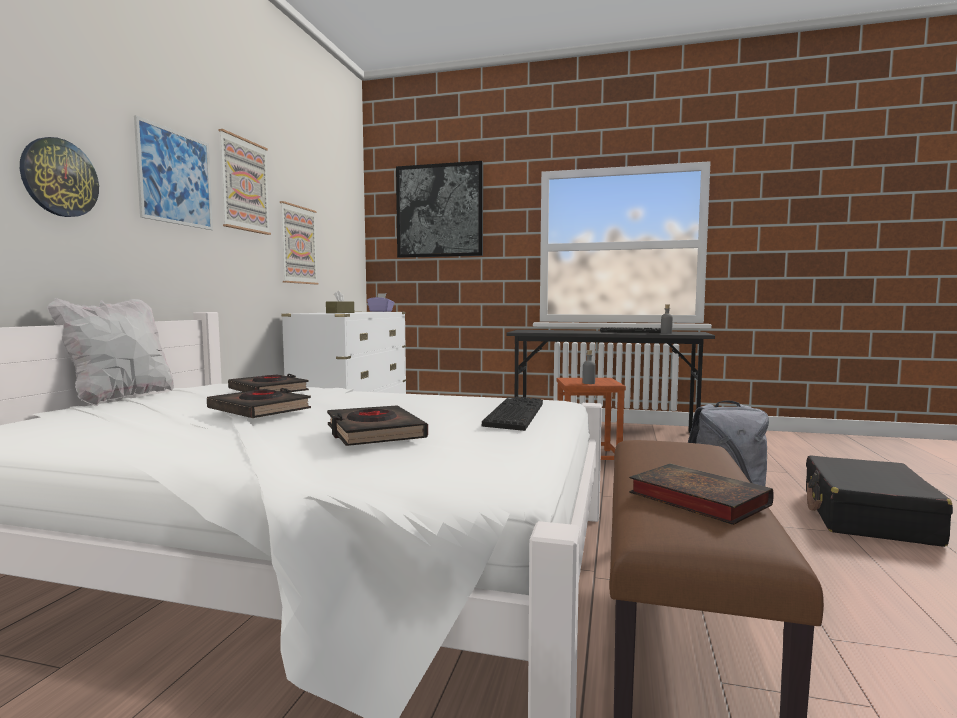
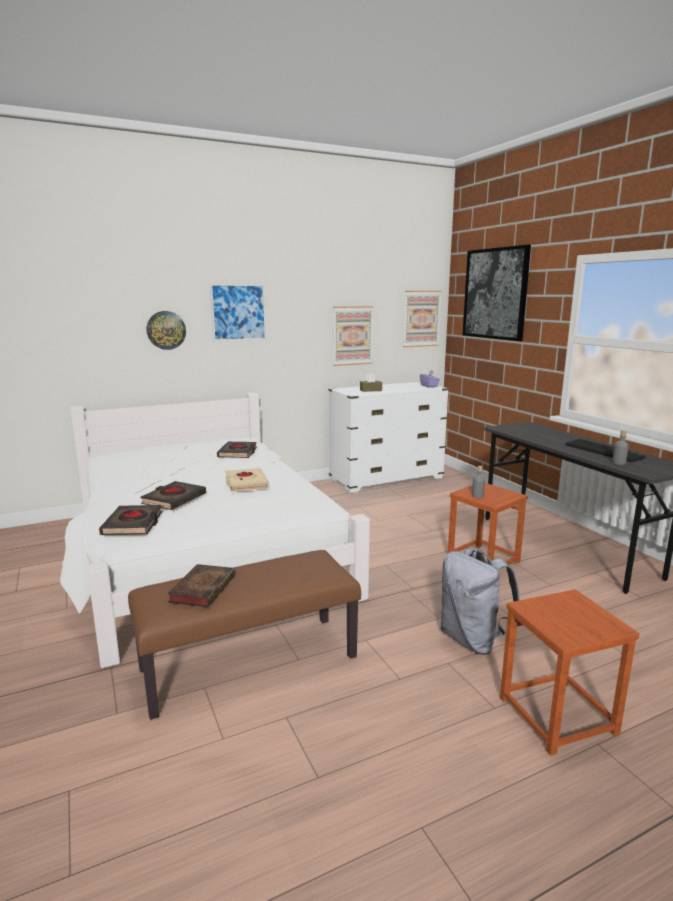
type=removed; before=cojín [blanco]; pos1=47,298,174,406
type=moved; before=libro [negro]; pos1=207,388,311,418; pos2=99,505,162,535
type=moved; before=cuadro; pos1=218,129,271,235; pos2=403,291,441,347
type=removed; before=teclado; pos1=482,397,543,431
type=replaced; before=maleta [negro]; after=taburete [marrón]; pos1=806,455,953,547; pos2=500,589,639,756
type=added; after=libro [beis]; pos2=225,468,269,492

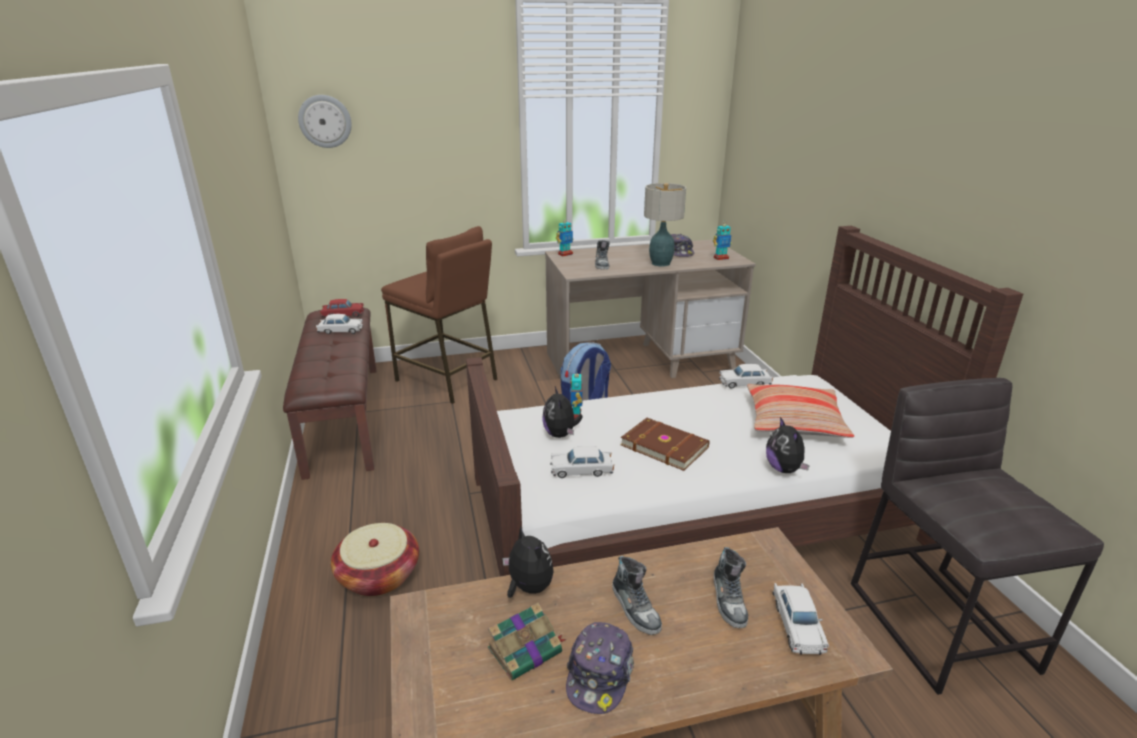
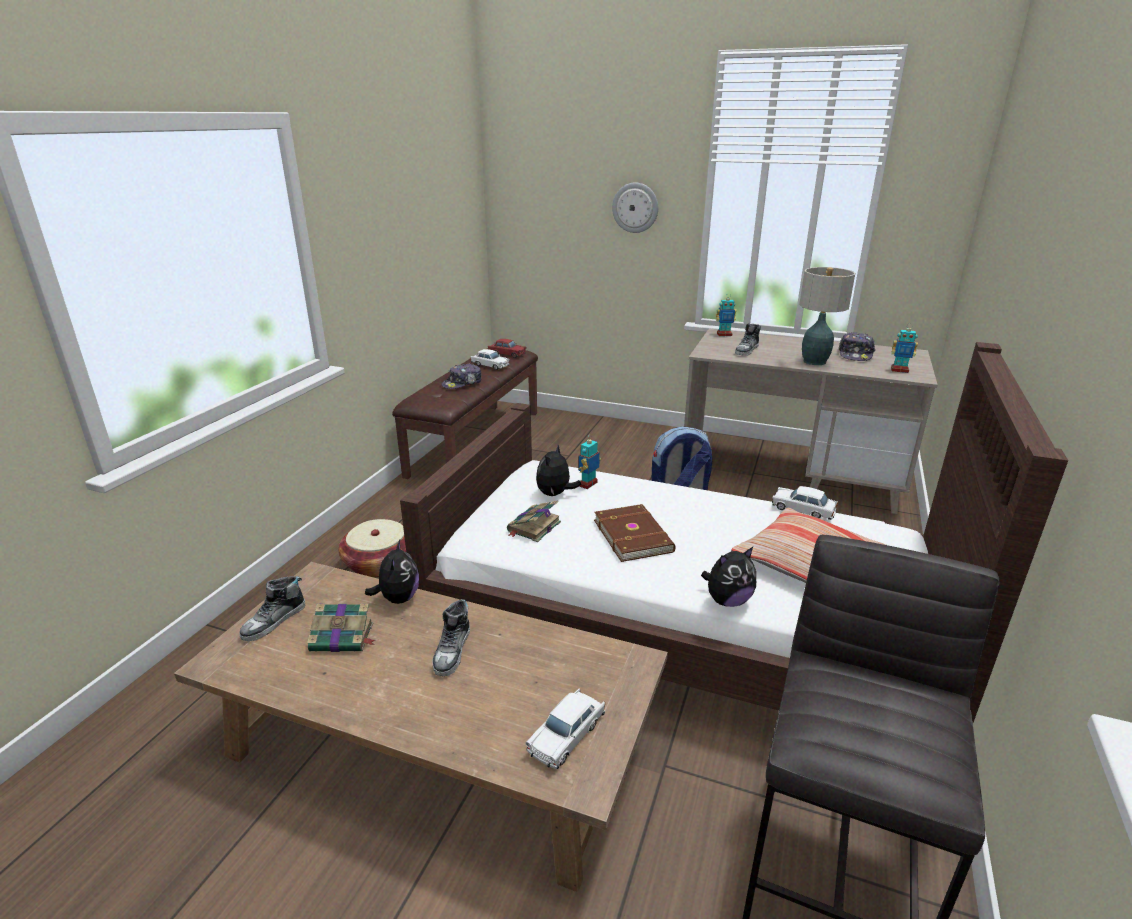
type=moved; before=reloj de pared; pos1=298,95,352,148; pos2=612,183,658,233
type=removed; before=taburete [marrón]; pos1=381,226,498,404
type=replaced; before=coche de juguete [blanco]; after=libro; pos1=551,446,614,478; pos2=507,500,561,542
type=moved; before=gorra; pos1=566,622,634,714; pos2=441,363,482,389
type=moved; before=zapato; pos1=714,547,748,628; pos2=239,576,305,641
type=turned; before=peluche; pos1=766,417,810,473; pos2=701,547,756,607; turn=-135

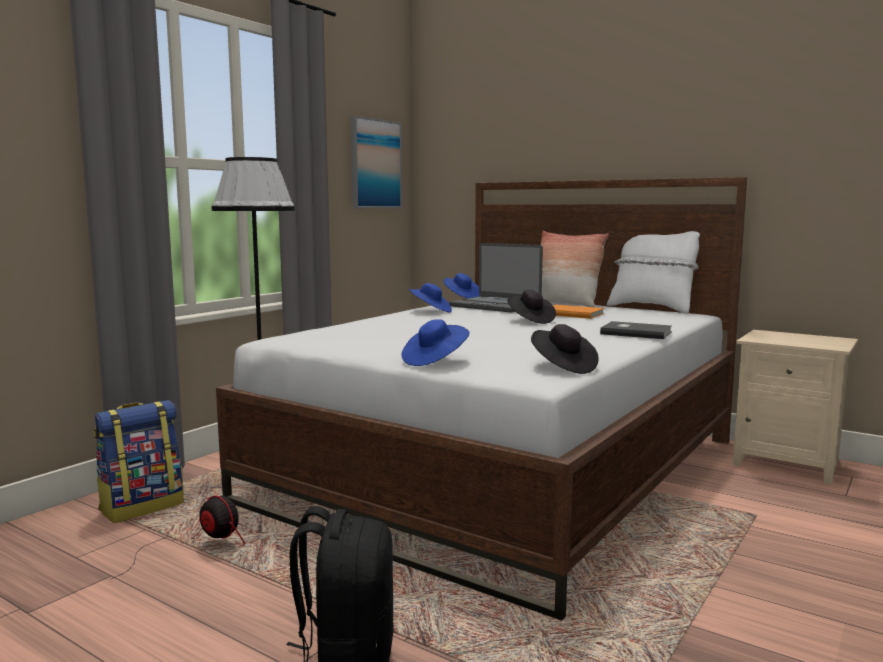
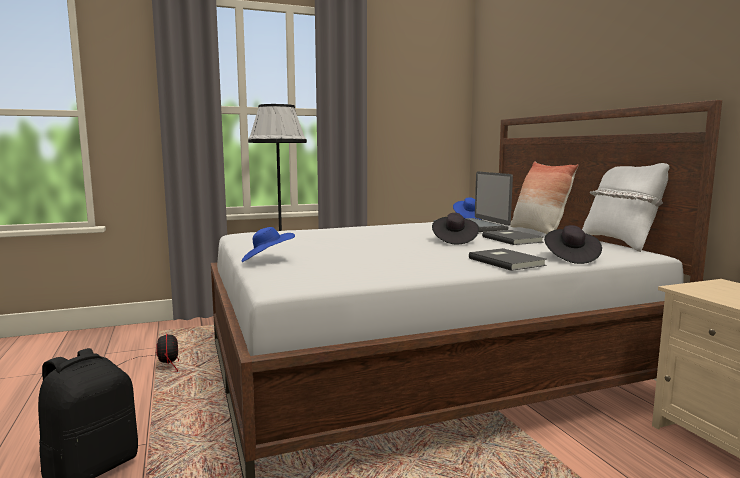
type=removed; before=mochila; pos1=94,400,184,523
type=removed; before=cuadro; pos1=351,116,402,208
type=removed; before=sombrero [azul]; pos1=409,283,452,313
type=moved; before=sombrero [negro]; pos1=531,324,599,374; pos2=544,225,602,264
type=recoloured; before=libro [naranja]; after=libro [gris]; pos1=553,305,604,319; pos2=482,230,544,245

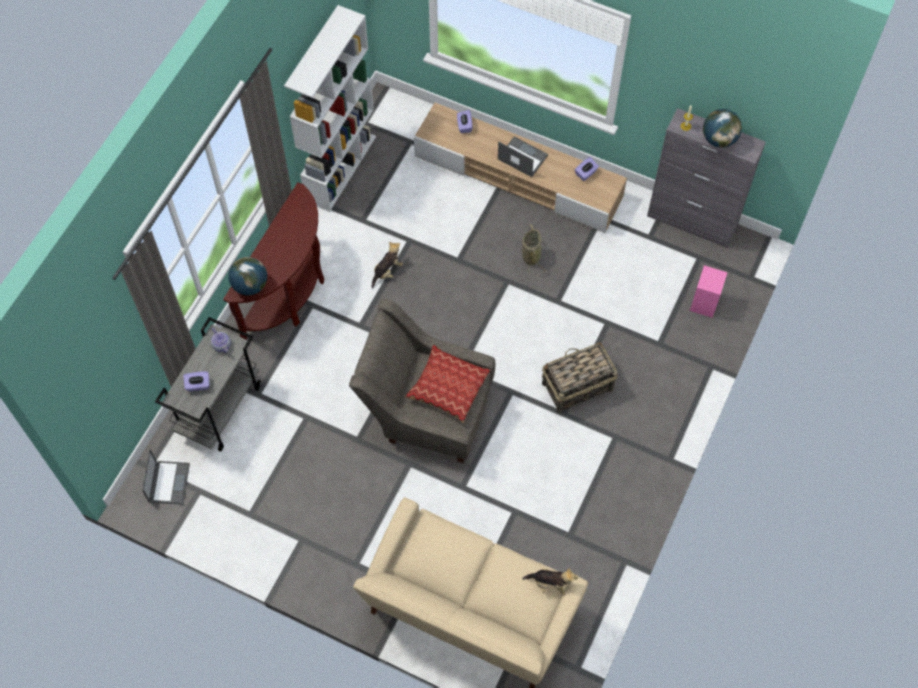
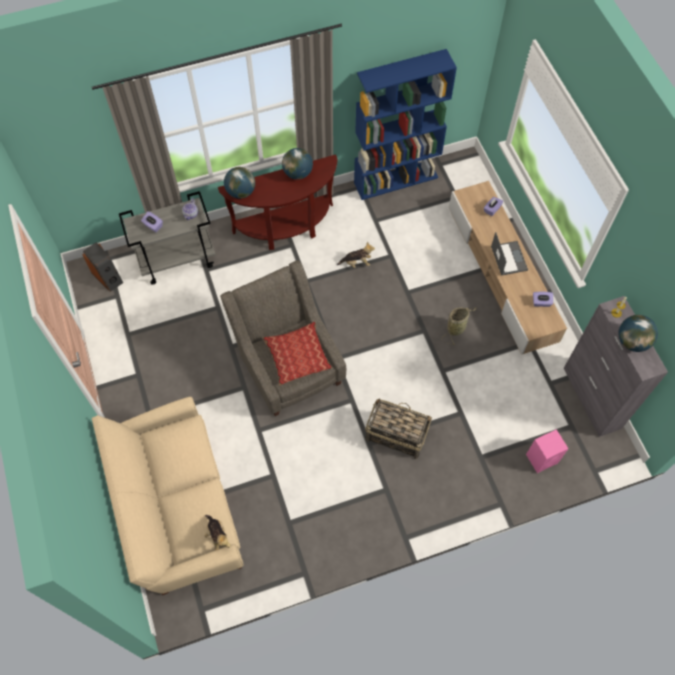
type=replaced; before=portátil; after=altavoz; pos1=142,449,190,505; pos2=83,242,123,292
type=recoloured; before=estantería [blanco]; after=estantería [azul]; pos1=284,5,376,212; pos2=354,49,457,200
type=added; after=globo terráqueo; pos2=282,148,313,180

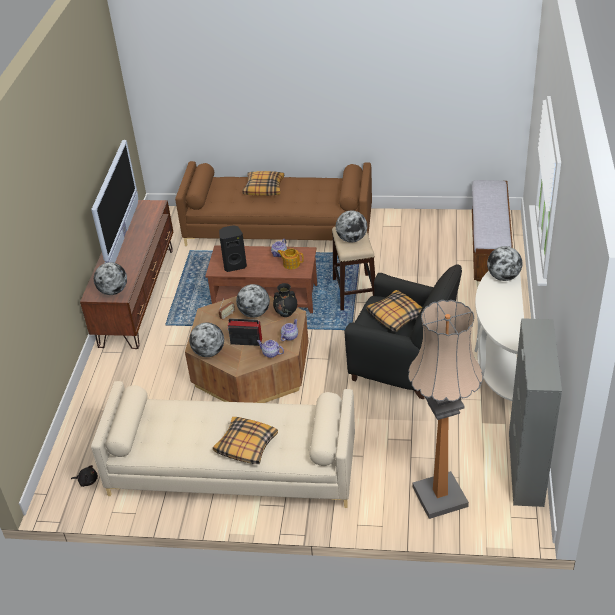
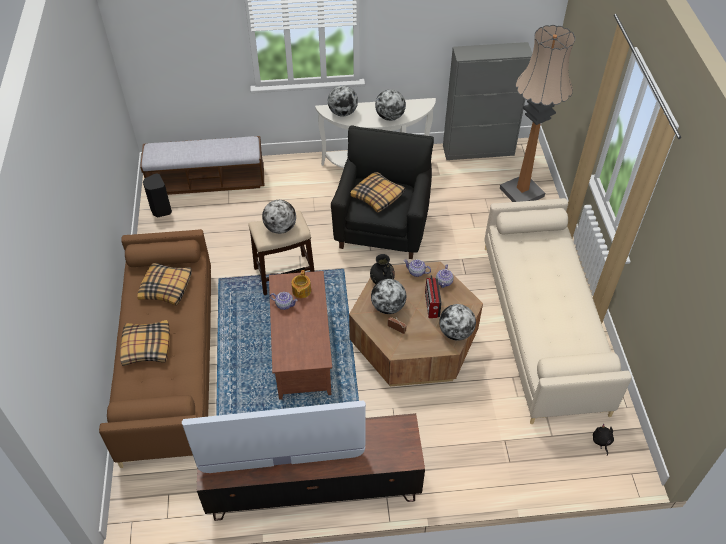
type=moved; before=globo terráqueo; pos1=94,262,127,295; pos2=375,89,406,121
type=moved; before=cojín; pos1=213,417,278,464; pos2=137,263,192,306
type=moved; before=altavoz [negro]; pos1=219,225,247,272; pos2=143,173,172,217

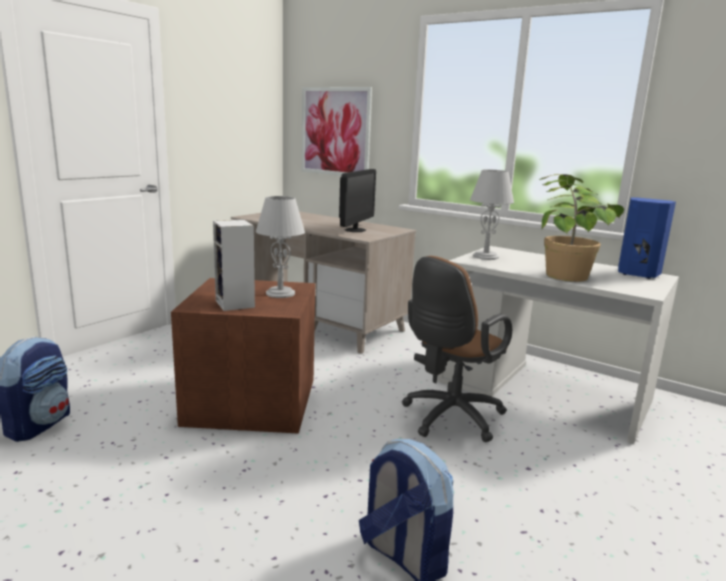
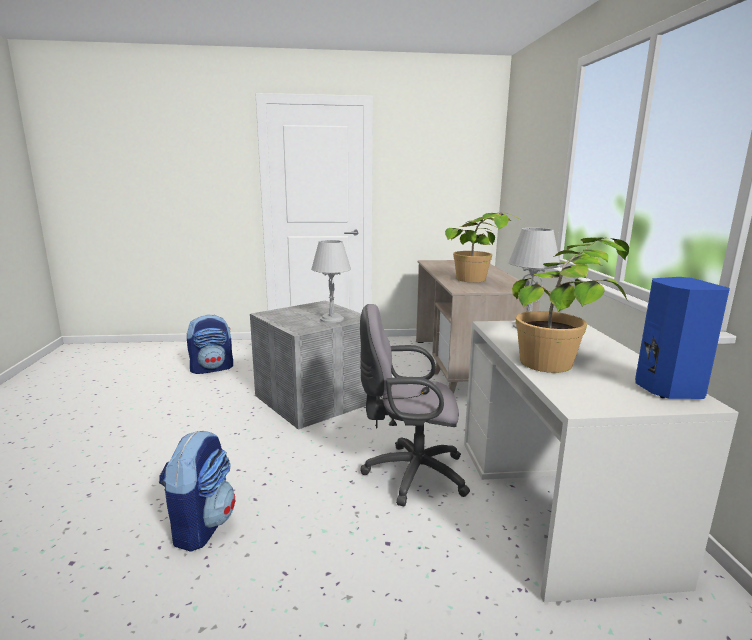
type=recoloured; before=caja de almacenaje [marrón]; after=caja de almacenaje [gris]; pos1=171,278,315,434; pos2=250,301,367,430
type=removed; before=altavoz; pos1=213,220,255,311
type=removed; before=cuadro; pos1=301,87,372,176
type=replaced; before=monitor; after=planta en maceta; pos1=339,169,376,232; pos2=445,213,520,283
type=recoloured; before=silla de oficina [marrón]; after=silla de oficina [gris]; pos1=402,256,512,442; pos2=360,304,470,506

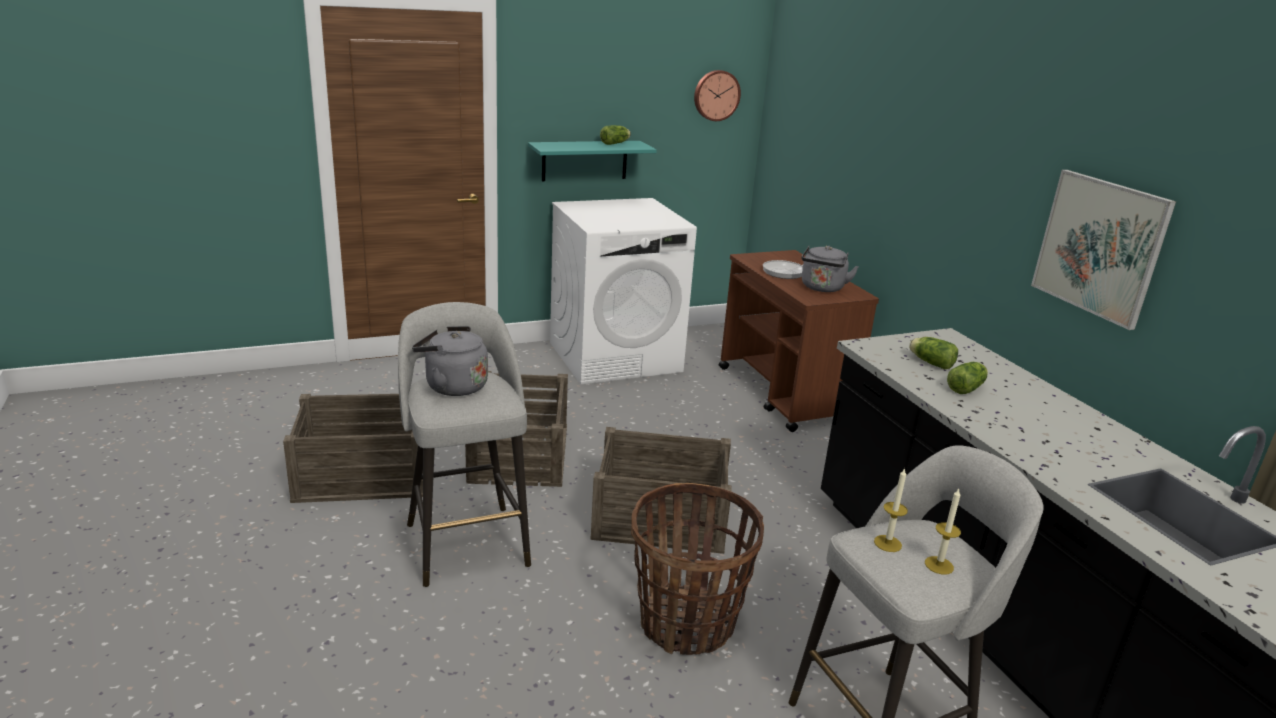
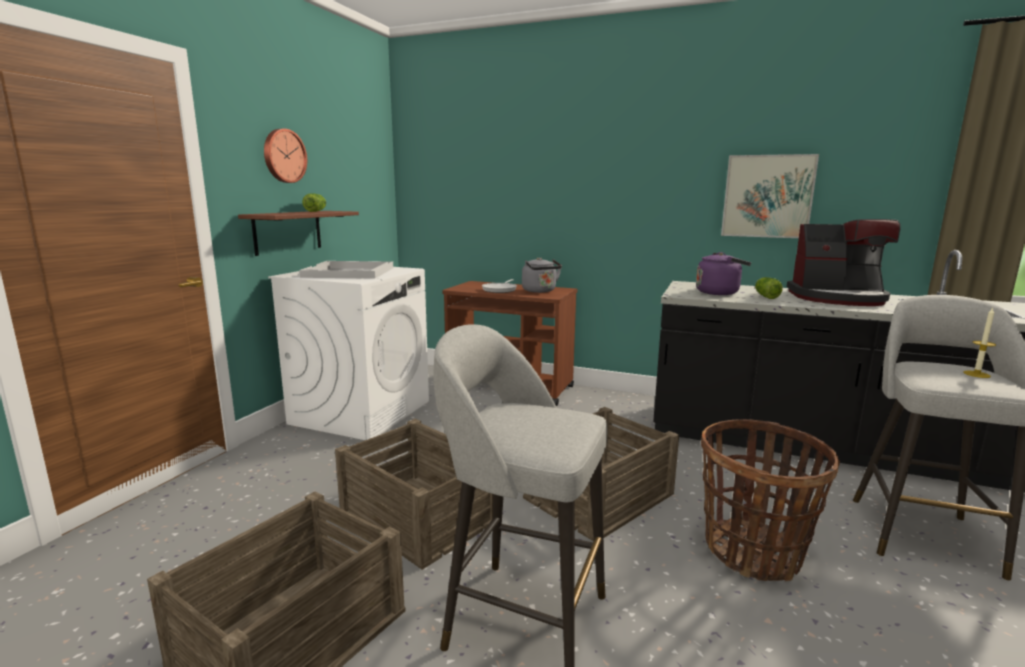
type=removed; before=hervidor [gris]; pos1=412,326,488,396
type=recoloured; before=estante [turquesa]; after=estante [marrón]; pos1=528,141,657,181; pos2=238,211,359,256
type=moved; before=reloj de pared; pos1=694,70,741,121; pos2=264,129,307,183
type=removed; before=vela; pos1=874,468,908,552
type=replaced; before=lechuga; after=hervidor [morado]; pos1=909,337,958,369; pos2=696,252,751,295
type=added; after=bandeja [blanco]; pos2=299,261,393,279
type=added; after=cafetera; pos2=787,219,901,306

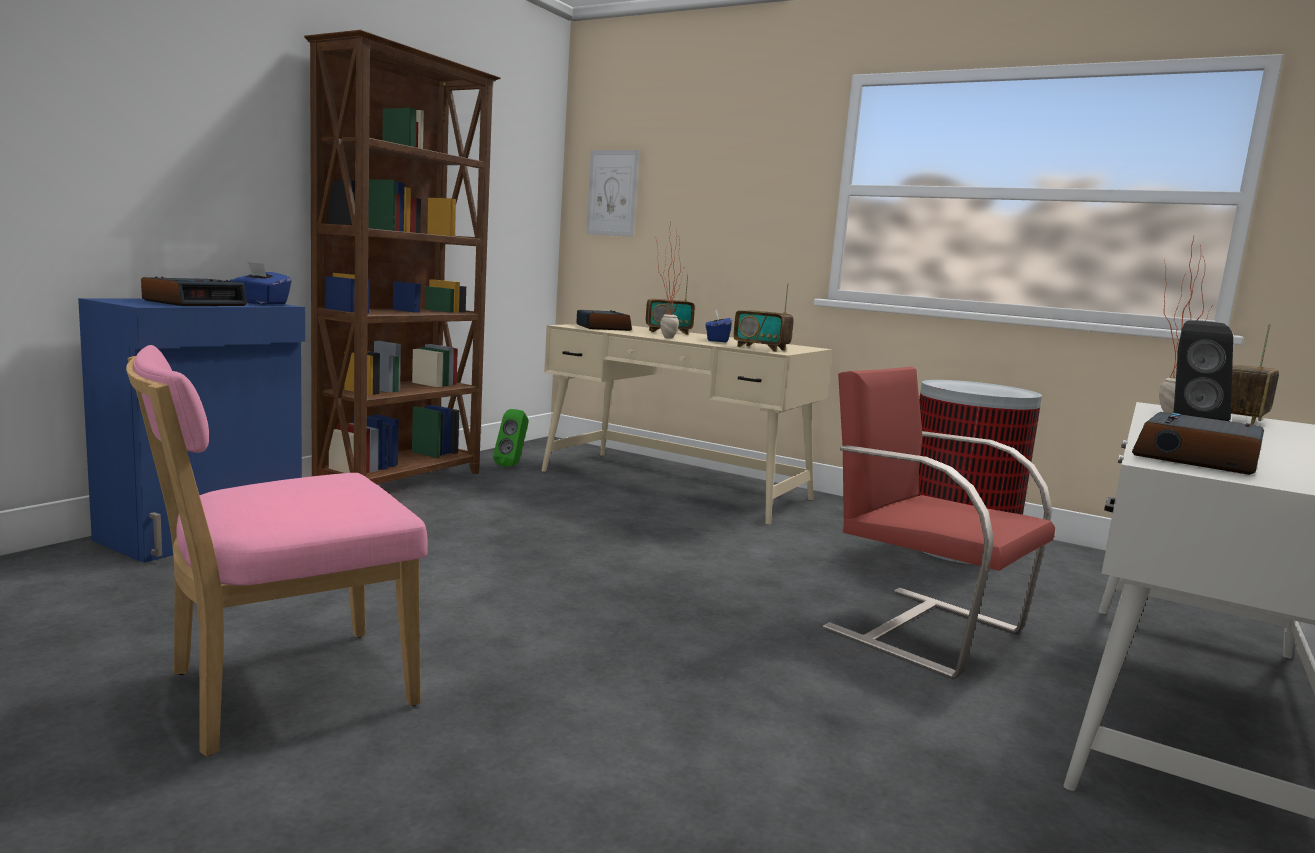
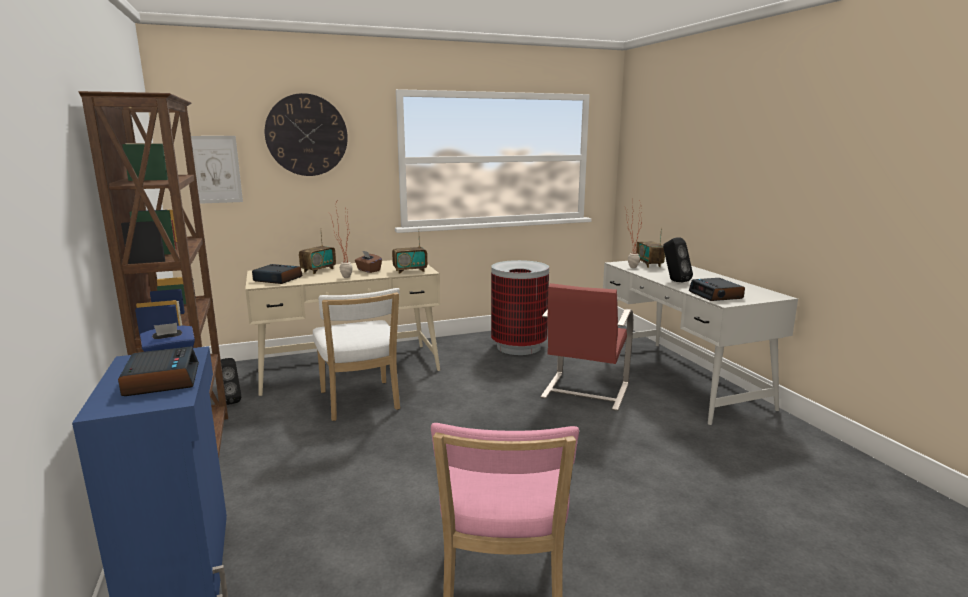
type=recoloured; before=altavoz [verde]; after=altavoz [negro]; pos1=493,409,529,467; pos2=221,358,241,405
type=recoloured; before=caja de pañuelos [azul]; after=caja de pañuelos [marrón]; pos1=705,310,732,342; pos2=355,250,382,273
type=turned; before=silla [rojo]; pos1=822,366,1055,679; pos2=540,283,633,411; turn=-60
type=added; after=reloj de pared; pos2=265,93,348,176
type=added; after=silla [blanco]; pos2=313,288,400,421

